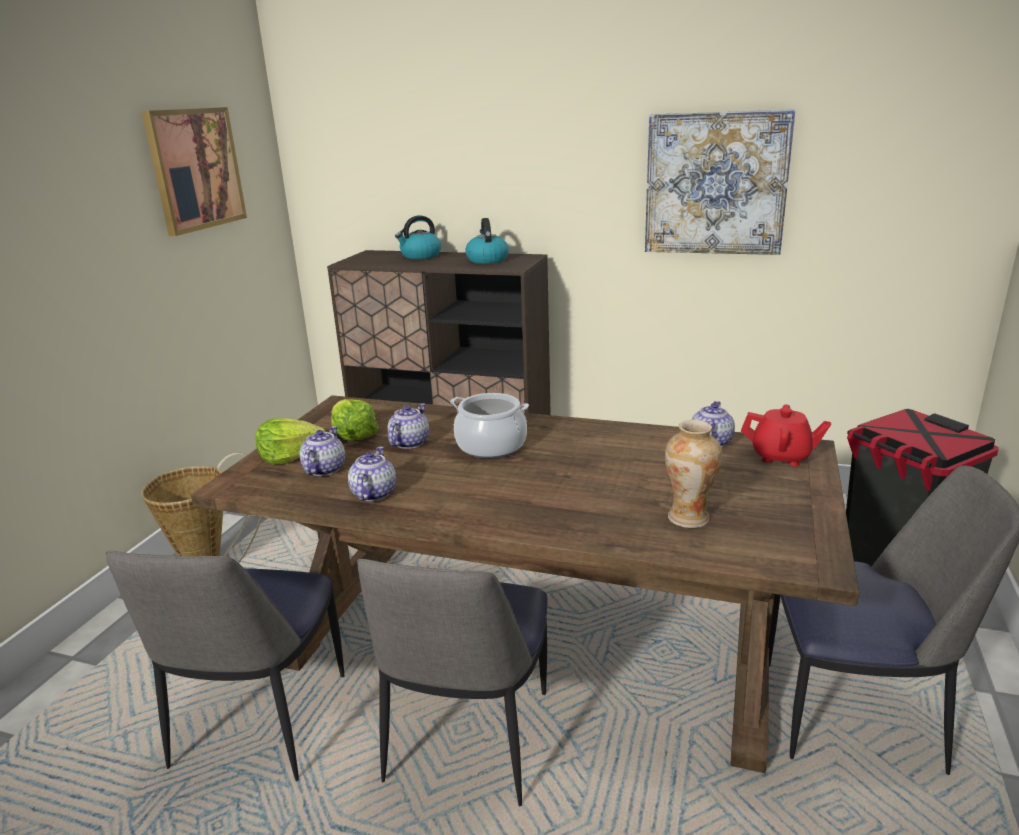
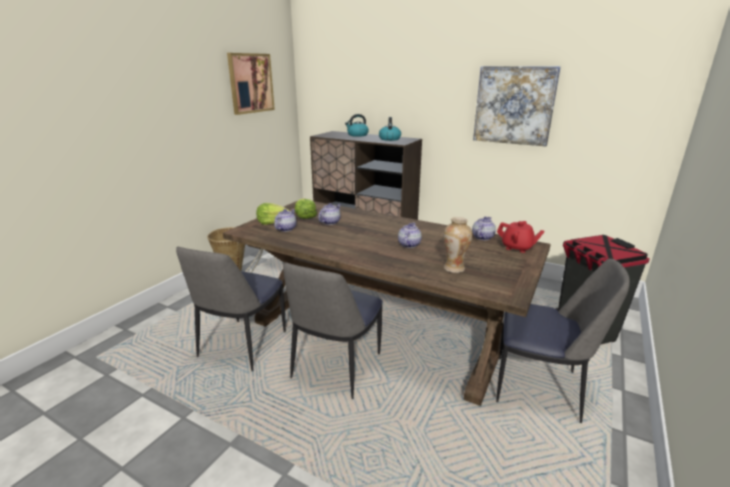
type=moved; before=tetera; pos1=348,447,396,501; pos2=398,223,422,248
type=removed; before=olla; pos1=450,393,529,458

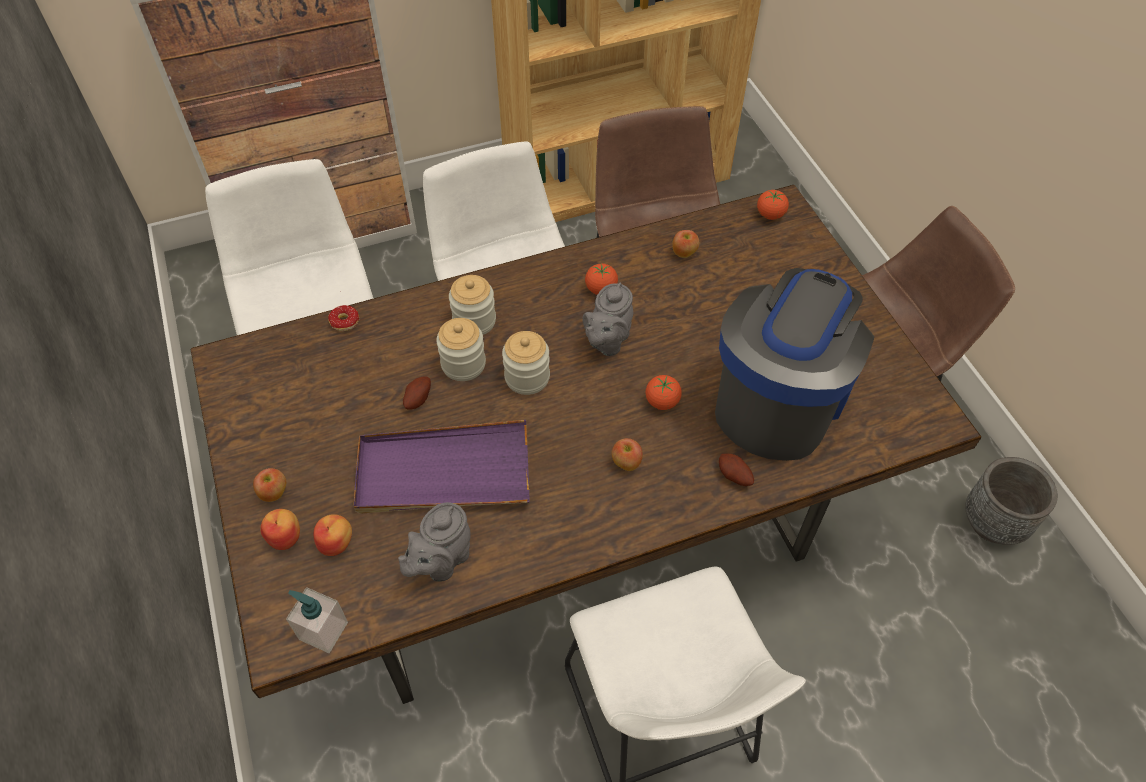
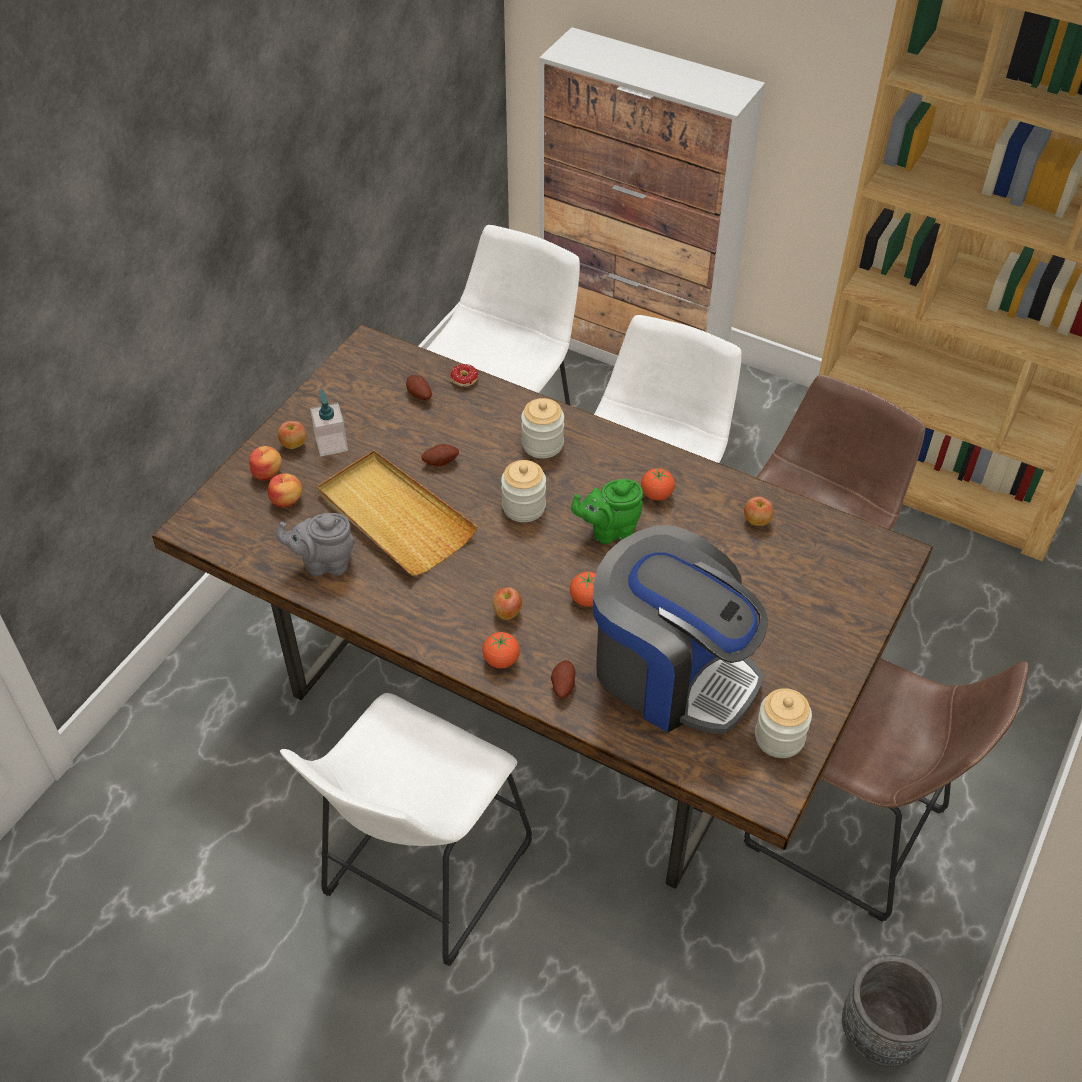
type=moved; before=dispensador de jabón; pos1=286,587,348,653; pos2=310,390,348,456
type=recoloured; before=bandeja [morado]; after=bandeja [beis]; pos1=354,420,530,513; pos2=317,450,478,576
type=moved; before=tarro; pos1=436,318,486,381; pos2=755,688,812,758
type=recoloured; before=tetera [gris]; after=tetera [verde]; pos1=582,282,633,356; pos2=571,479,643,544
type=turned; before=cafetera; pos1=715,268,875,461; pos2=593,525,768,734; turn=45
type=moved; before=tomate; pos1=757,189,789,220; pos2=482,632,520,669
type=added; after=patata; pos2=406,375,432,400

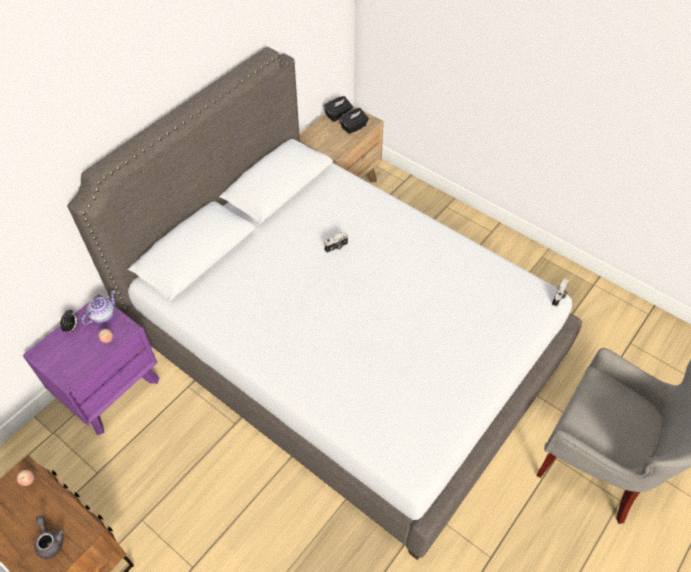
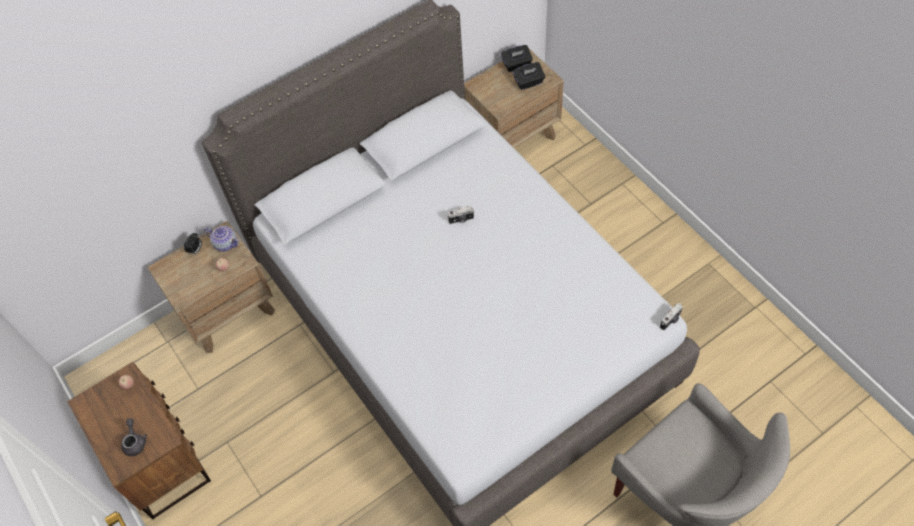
type=recoloured; before=mesita de noche [morado]; after=mesita de noche [marrón]; pos1=22,294,159,435; pos2=147,221,275,353
type=turned; before=tetera; pos1=82,291,115,325; pos2=204,226,239,252; turn=60

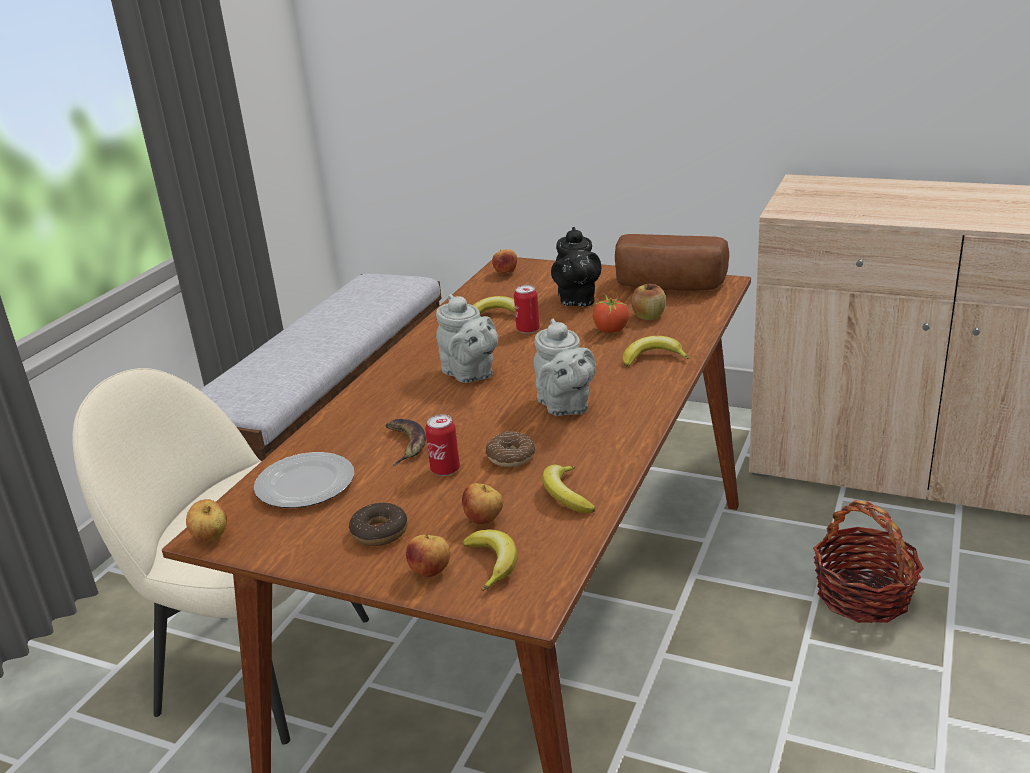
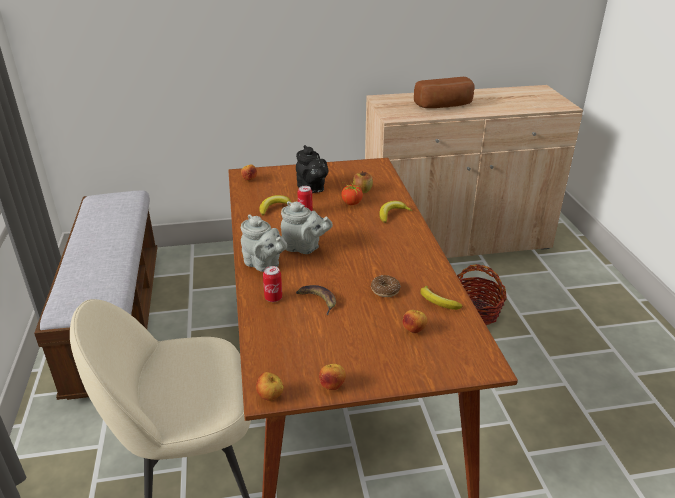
type=removed; before=plato; pos1=254,452,354,508
type=removed; before=rosquilla; pos1=349,503,408,546
type=moved; before=manzana; pos1=406,534,450,577; pos2=319,364,346,390
type=moved; before=lata; pos1=425,414,460,476; pos2=263,266,282,302
type=removed; before=plátano; pos1=462,530,517,591
type=moved; before=tetera [gris]; pos1=534,319,596,416; pos2=241,214,287,272
type=moved; before=pan; pos1=615,234,729,291; pos2=414,77,475,108

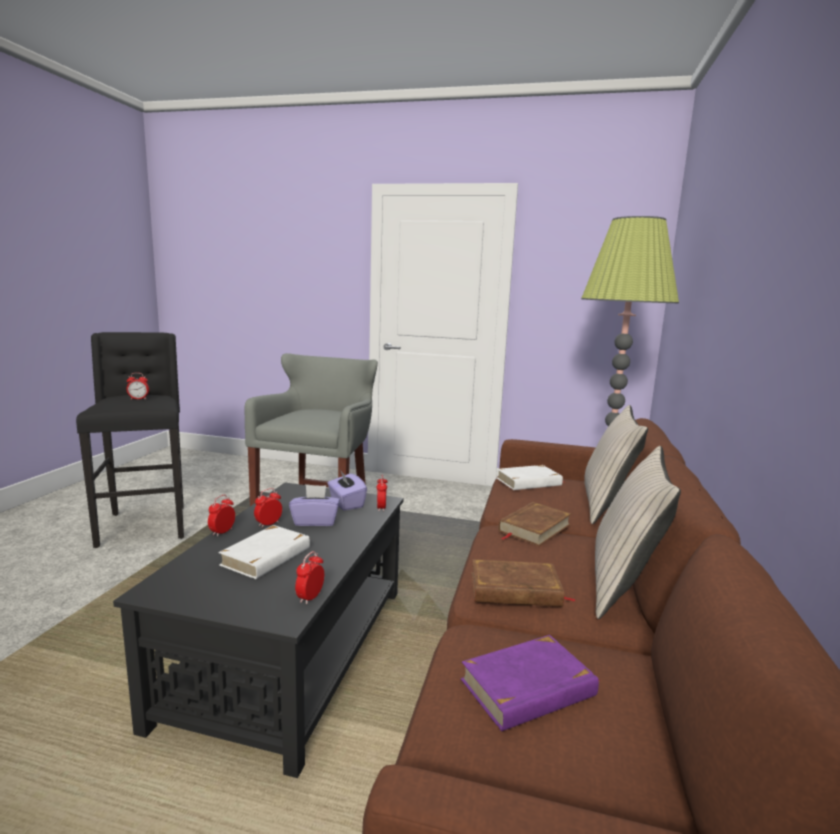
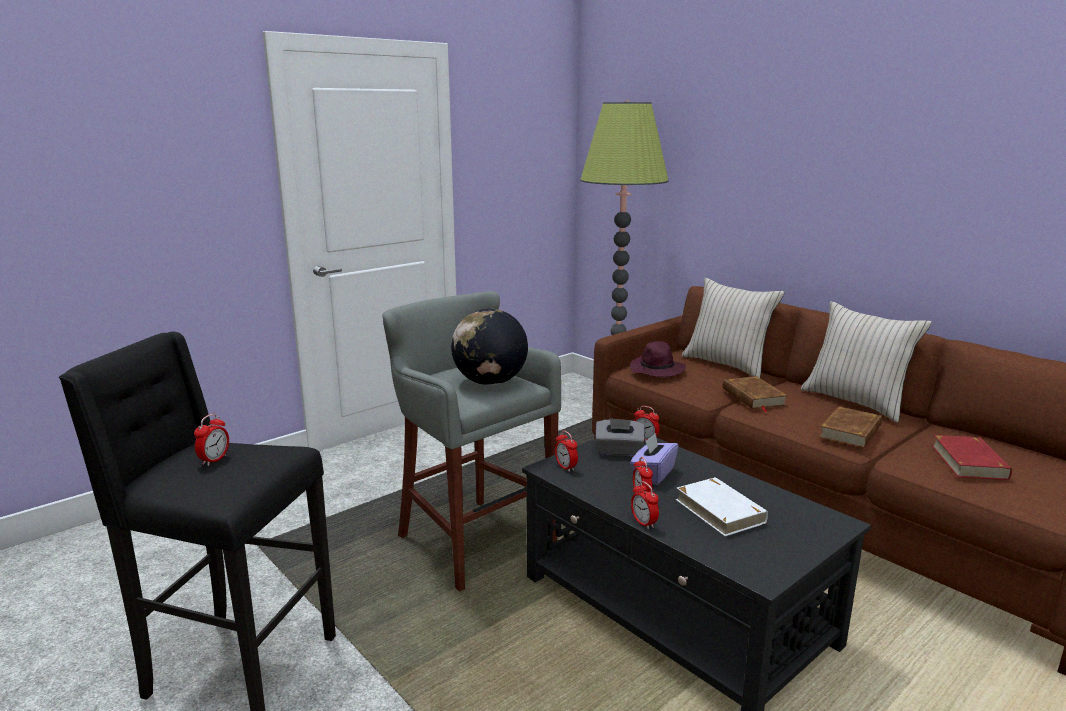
type=moved; before=despertador; pos1=295,551,324,604; pos2=555,431,578,472
type=recoloured; before=caja de pañuelos [morado]; after=caja de pañuelos [gris]; pos1=327,470,367,511; pos2=596,418,644,456
type=recoloured; before=libro [morado]; after=libro [rojo]; pos1=461,635,600,731; pos2=932,435,1012,480
type=replaced; before=libro [blanco]; after=sombrero [morado]; pos1=497,465,565,490; pos2=630,341,686,377
type=added; after=globo terráqueo; pos2=451,309,528,385

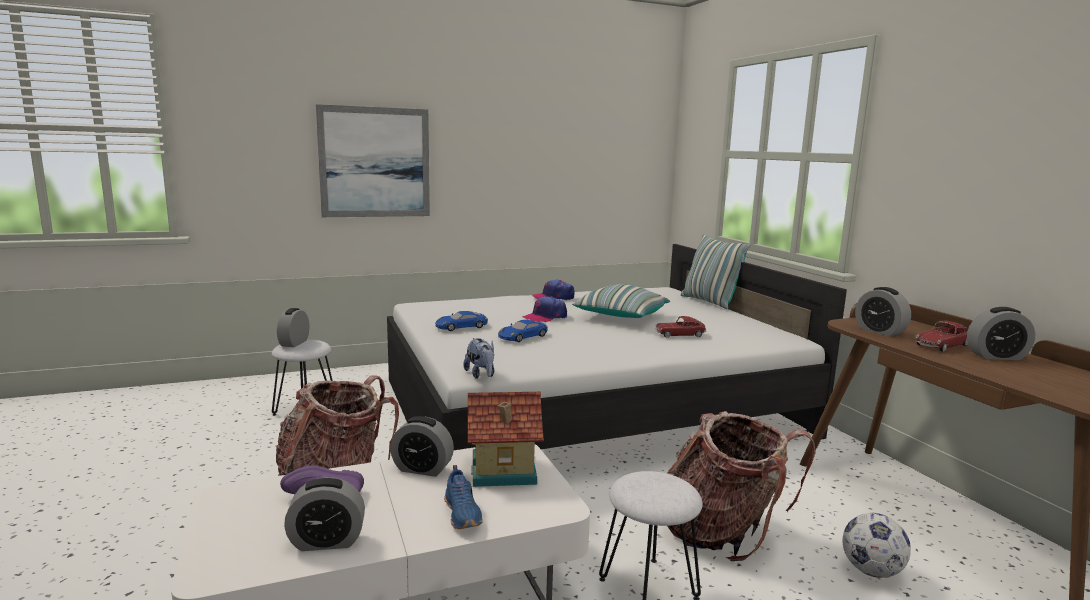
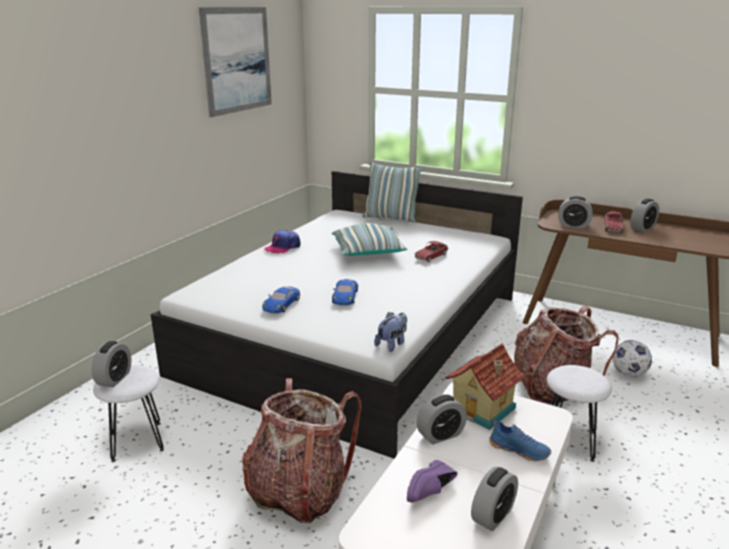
type=turned; before=despertador; pos1=277,308,309,347; pos2=91,341,132,387; turn=-135
type=moved; before=cuadro; pos1=316,104,430,217; pos2=199,7,272,117
type=turned; before=peluche; pos1=463,338,494,379; pos2=374,312,407,352; turn=-75
type=removed; before=gorra; pos1=523,296,567,322

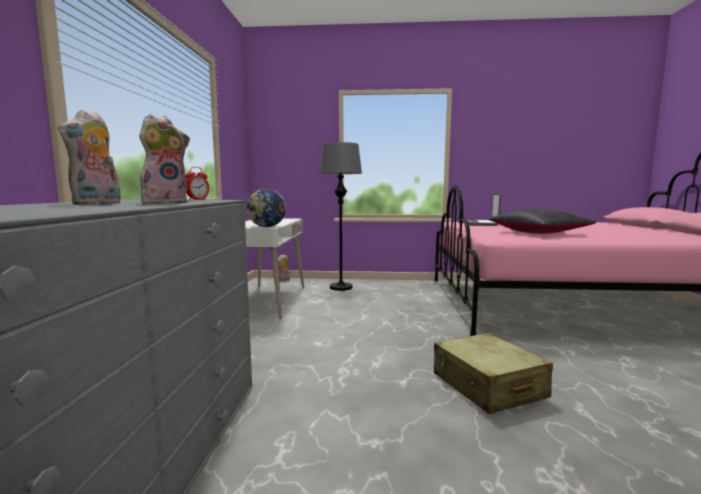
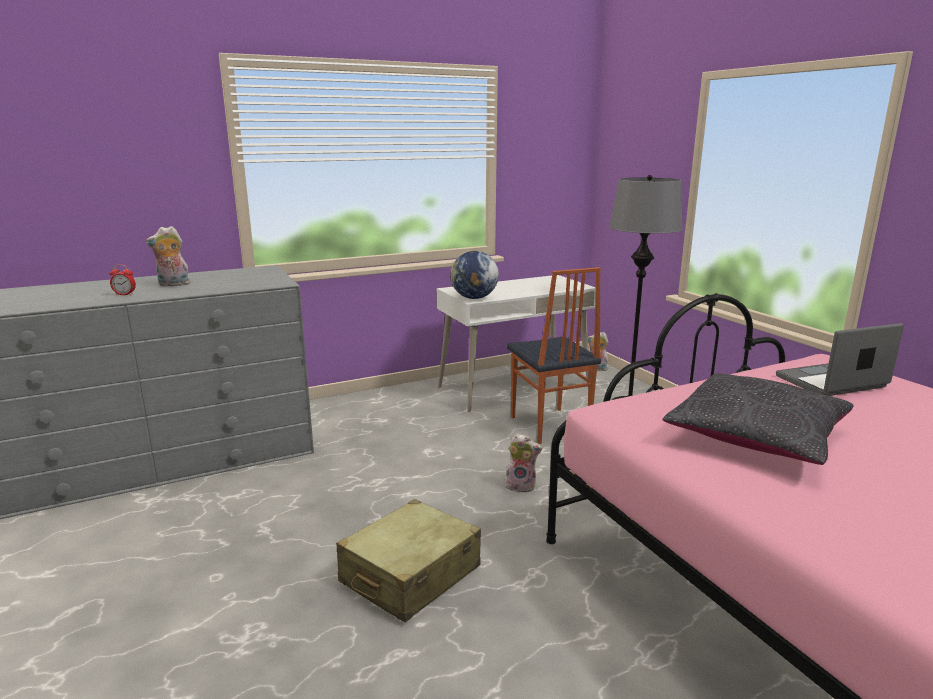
type=moved; before=peluche; pos1=139,113,190,204; pos2=505,433,542,493
type=moved; before=despertador; pos1=186,167,209,200; pos2=110,264,136,295
type=added; after=silla; pos2=507,267,601,444

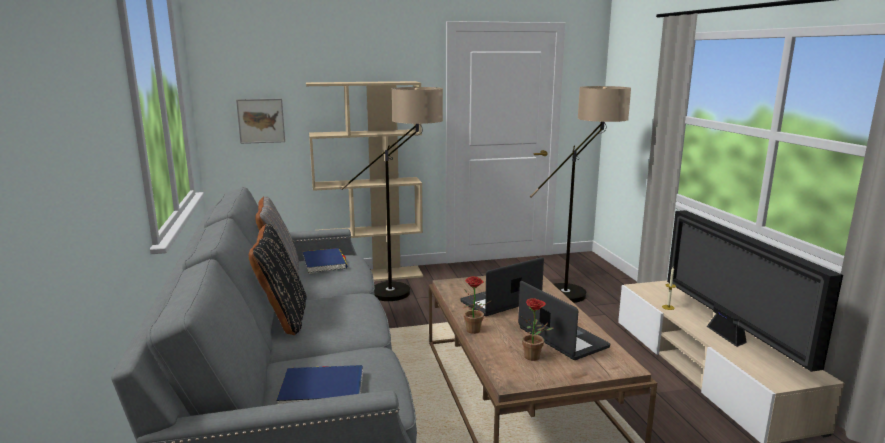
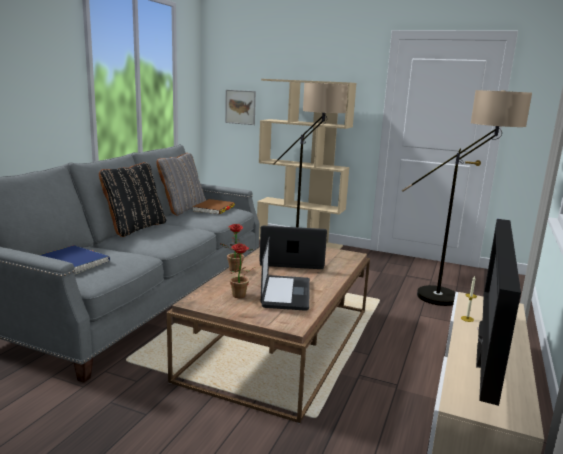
type=recoloured; before=libro [azul]; after=libro [marrón]; pos1=303,248,348,274; pos2=193,199,235,214

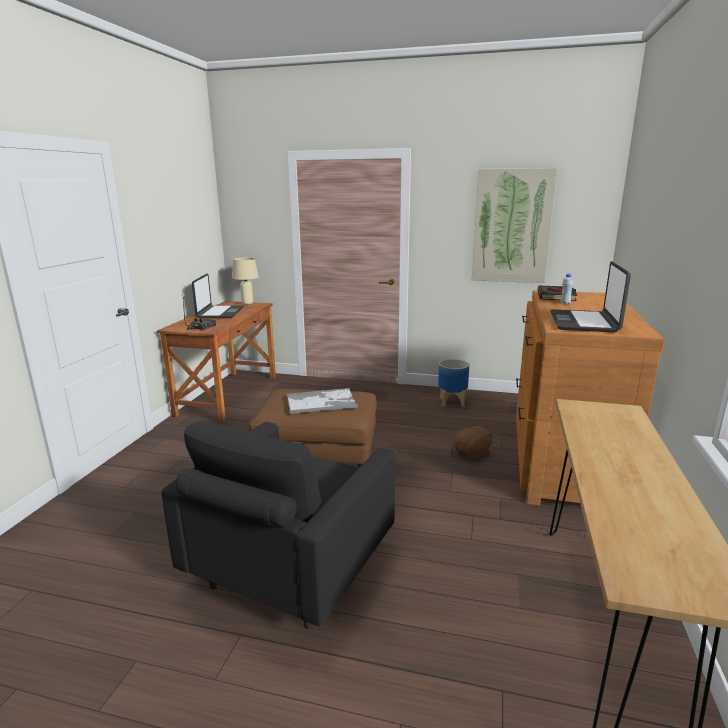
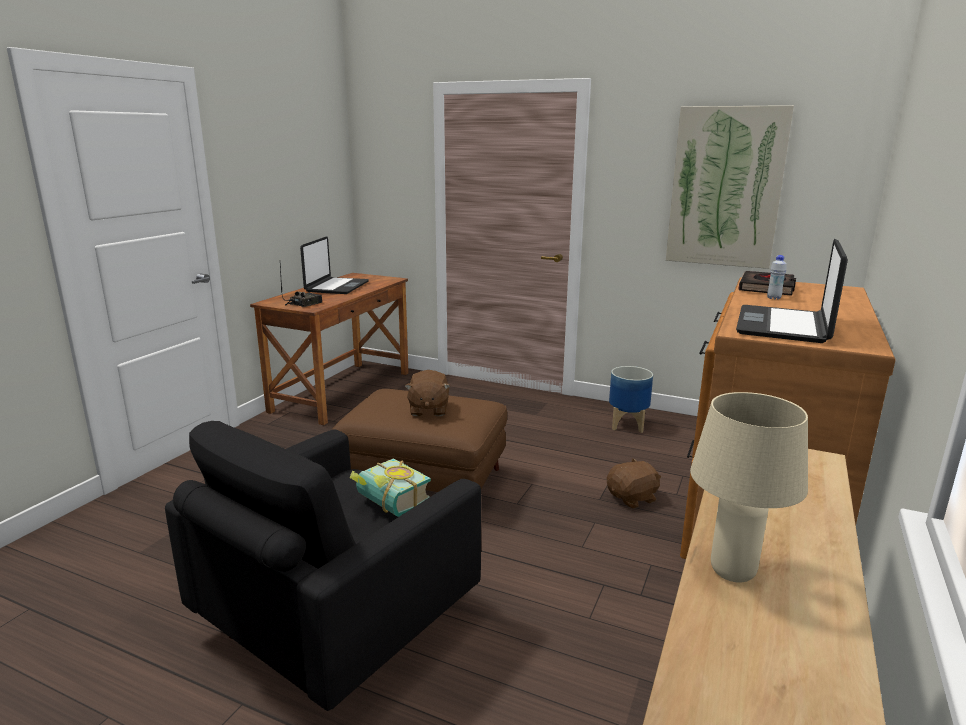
type=moved; before=lámpara de mesa [beis]; pos1=232,257,259,305; pos2=690,392,808,583
type=replaced; before=bandeja; after=peluche [marrón]; pos1=286,388,358,414; pos2=404,370,450,416
type=added; after=libro; pos2=350,458,431,517

